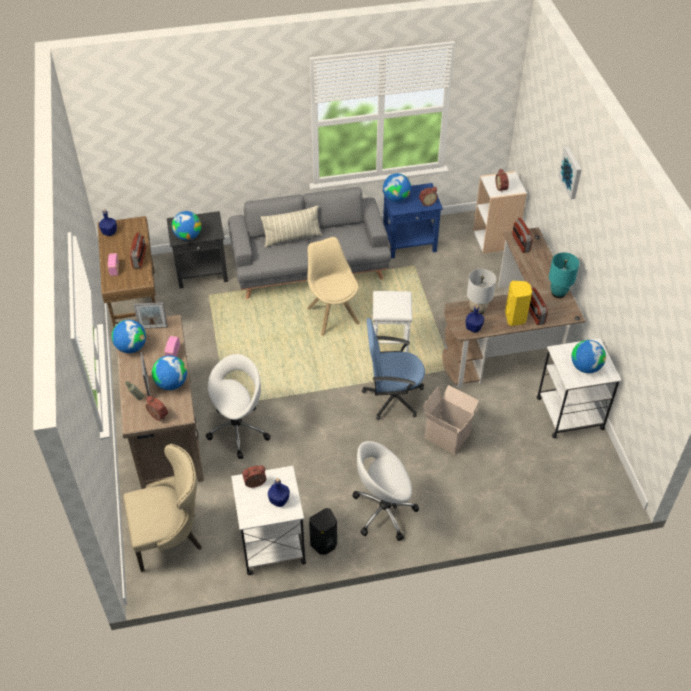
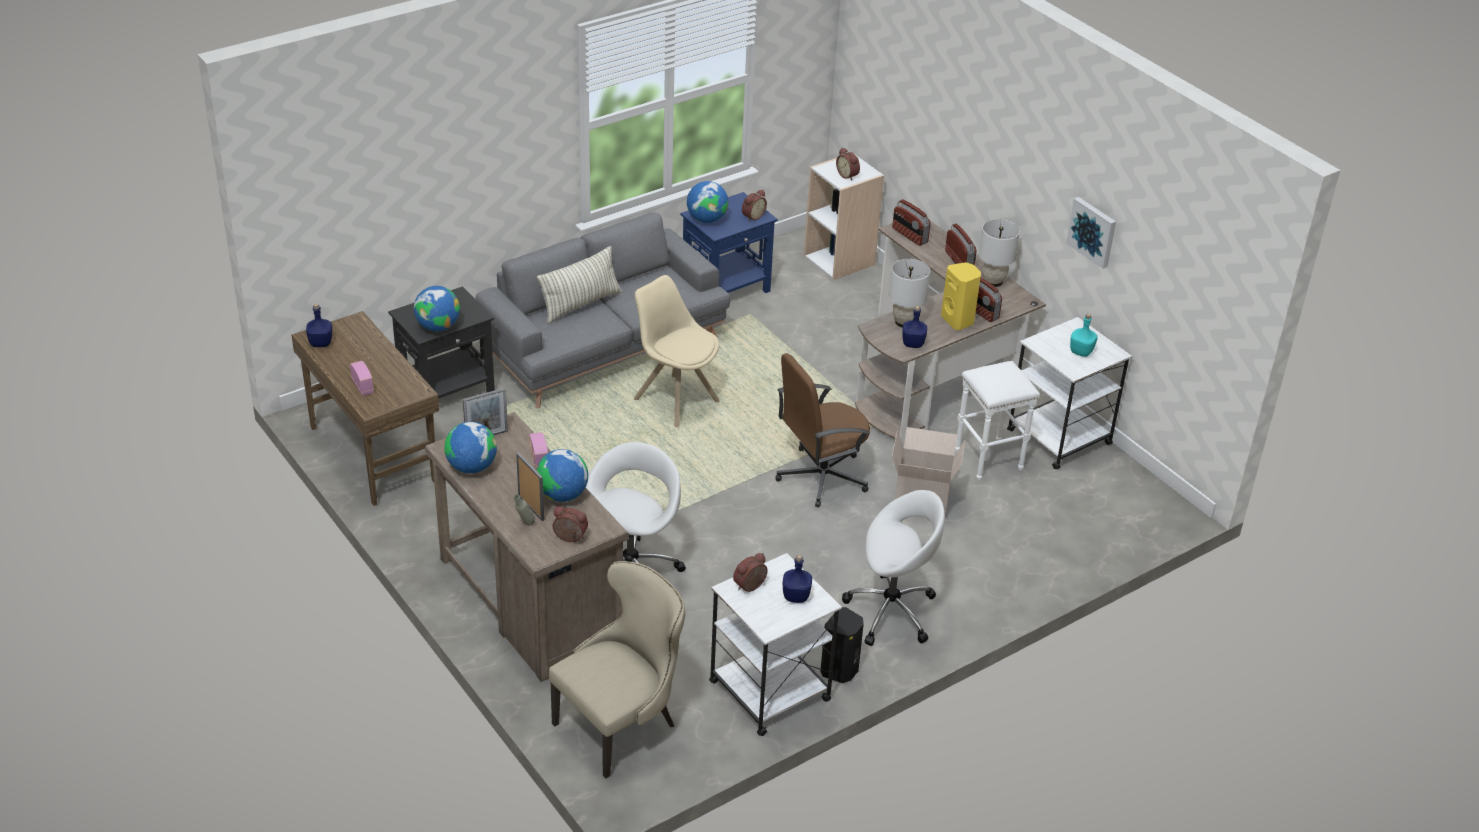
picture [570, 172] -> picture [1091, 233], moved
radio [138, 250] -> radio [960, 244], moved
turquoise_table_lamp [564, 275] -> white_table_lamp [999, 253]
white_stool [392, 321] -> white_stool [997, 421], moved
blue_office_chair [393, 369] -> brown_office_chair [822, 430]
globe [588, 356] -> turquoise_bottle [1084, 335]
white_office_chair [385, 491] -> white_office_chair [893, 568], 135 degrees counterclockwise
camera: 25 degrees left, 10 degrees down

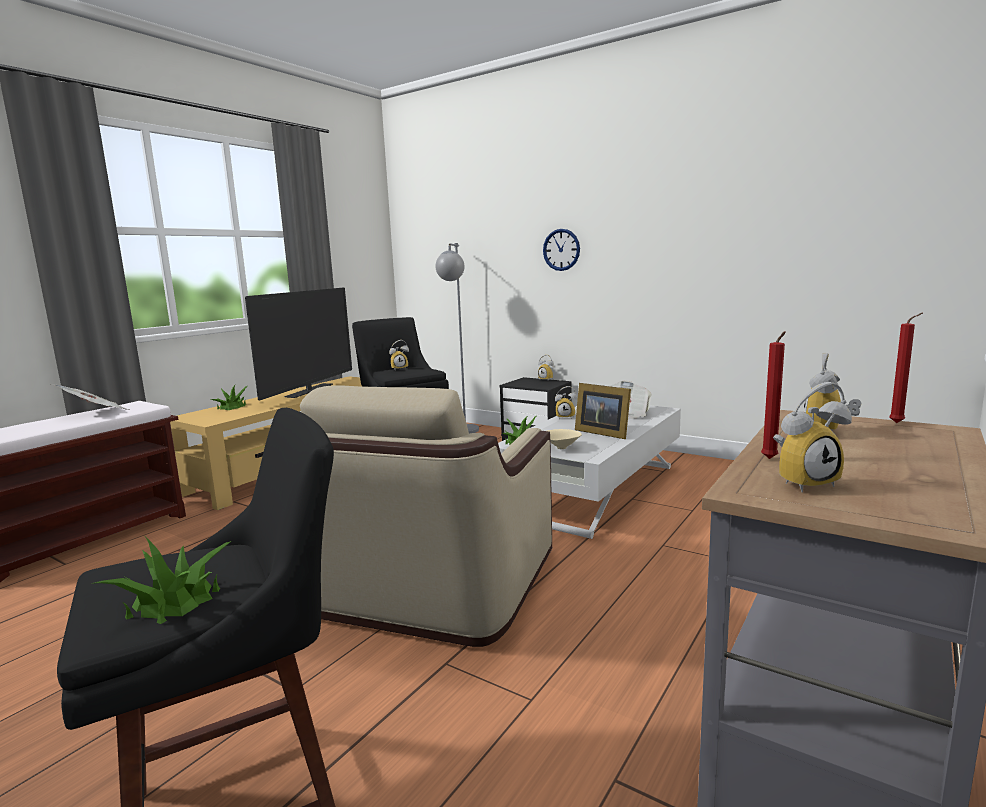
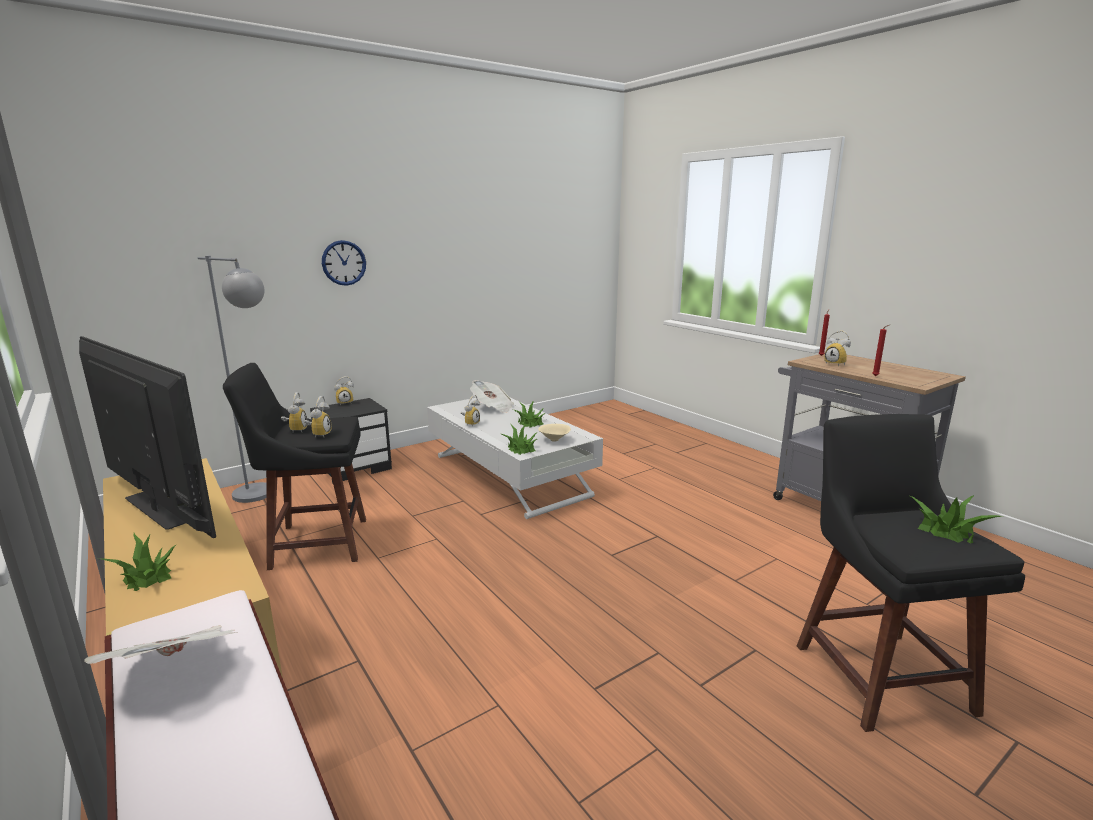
alarm_clock [812, 437] -> alarm_clock [318, 416], moved
picture_frame [603, 411] -> potted_plant [529, 414]
beige_armchair [410, 516] -> none
camera: 70 degrees left, 5 degrees up

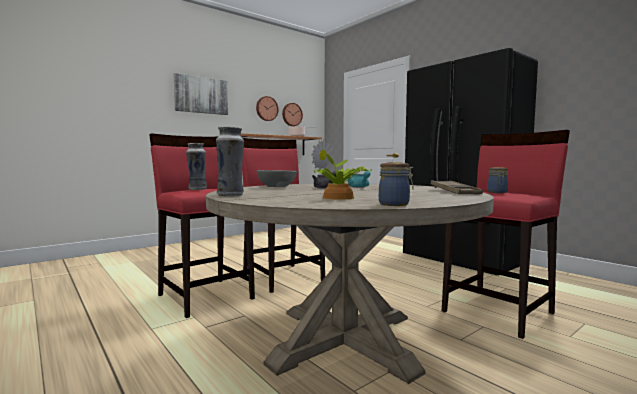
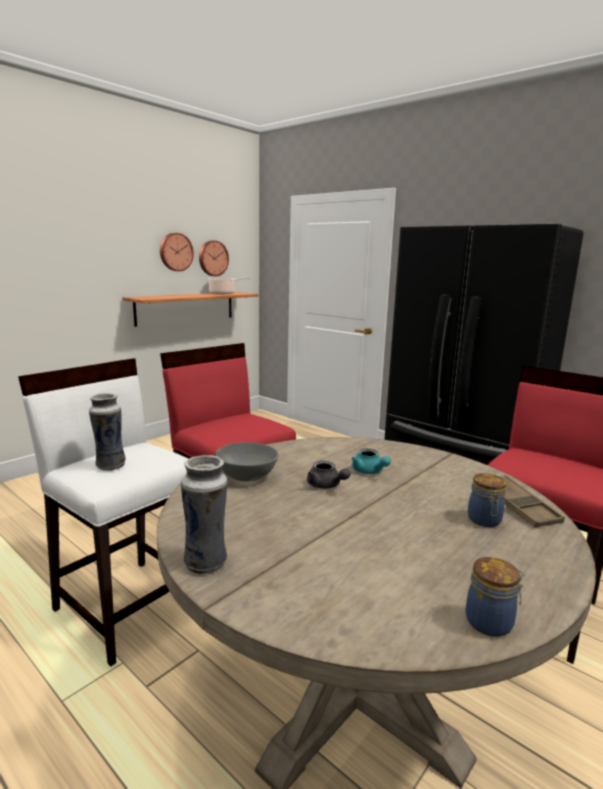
picture [201, 94] -> none
red_stool [202, 225] -> white_stool [103, 512]
potted_plant [341, 169] -> none
jar [497, 180] -> jar [487, 500], moved
camera: 10 degrees left, 10 degrees up

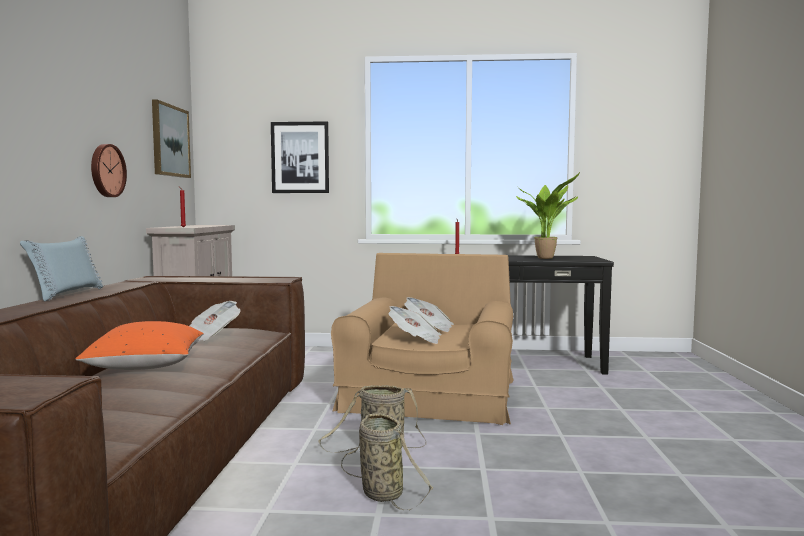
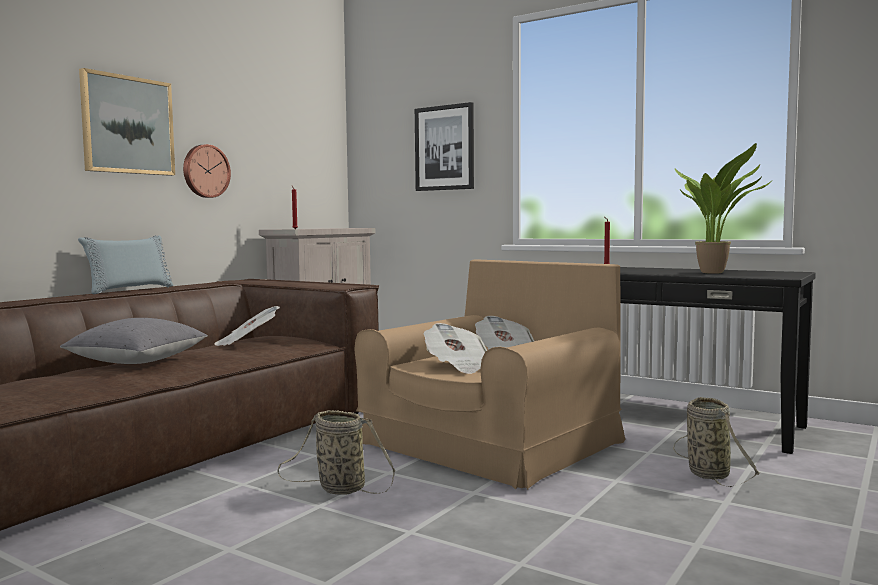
picture [171, 138] -> picture [127, 122], moved
orange_pillow [140, 345] -> grey_pillow [134, 341]
basket [387, 462] -> basket [716, 442], moved
camera: 30 degrees right, 0 degrees up

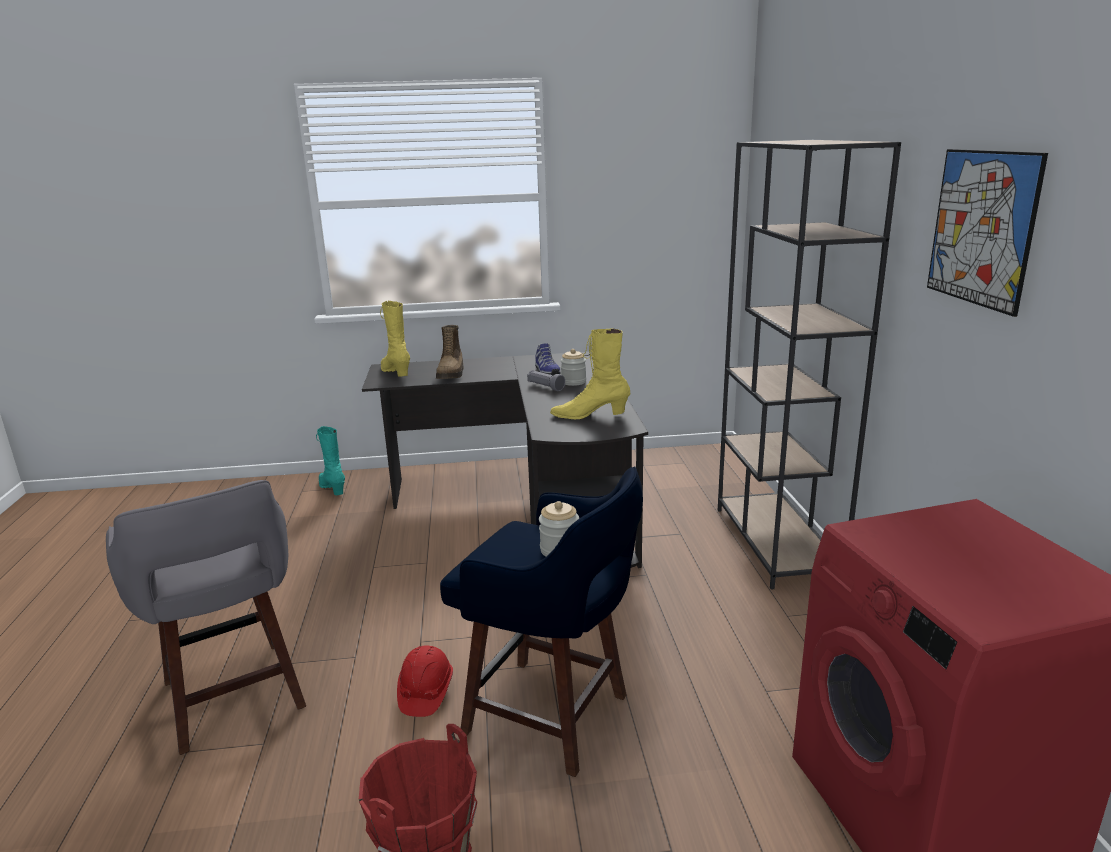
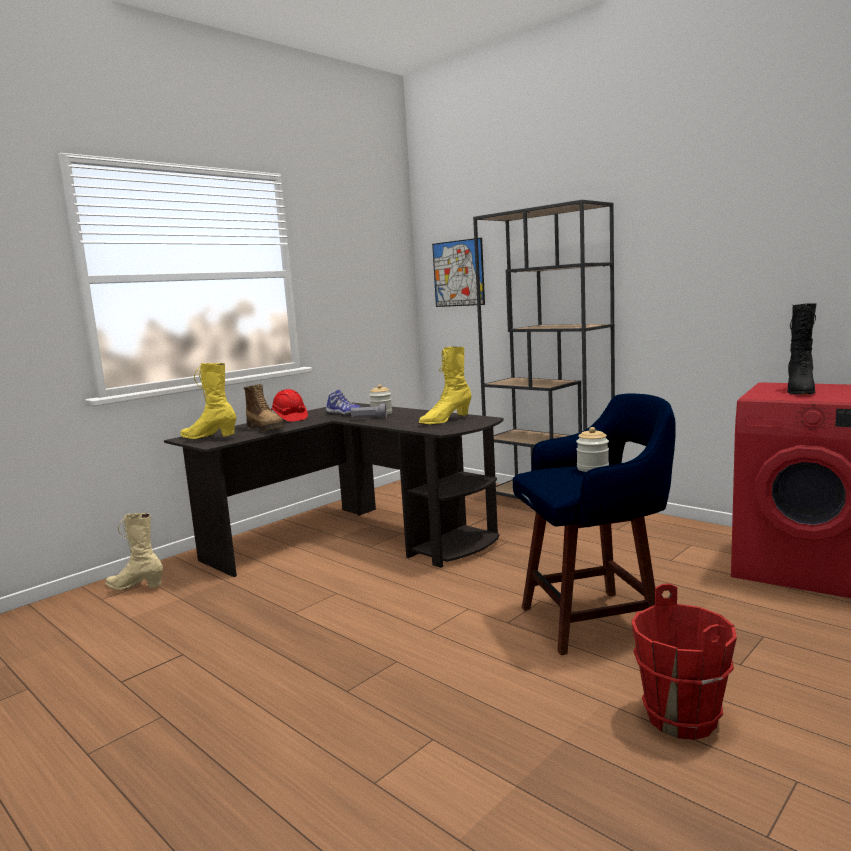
picture [987, 233] -> picture [458, 272], moved
turquoise_boot [330, 460] -> beige_boot [134, 551]
grey_stool [206, 617] -> none
red_hard_hat [425, 681] -> red_hard_hat [289, 405], moved
none -> black_boot [802, 349]
camera: 40 degrees left, 10 degrees down

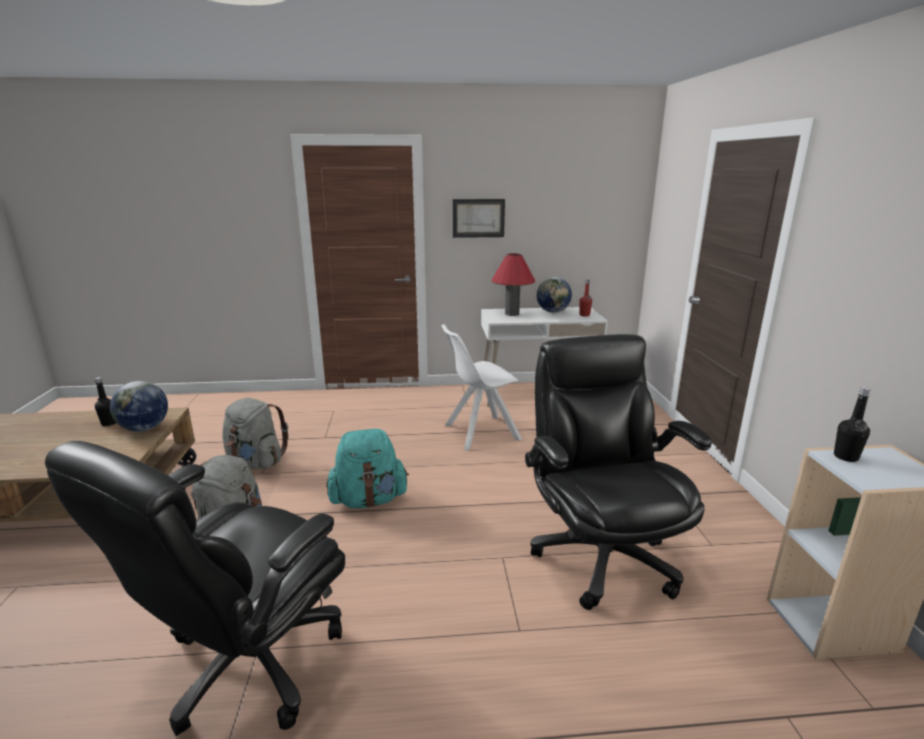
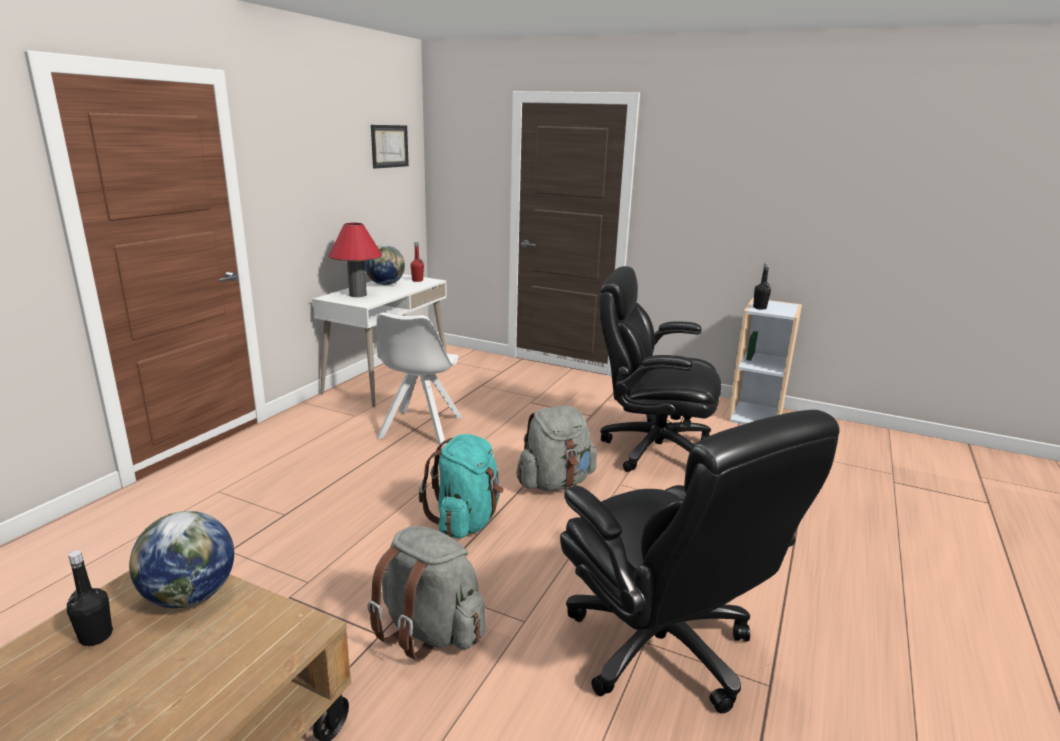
picture [479, 218] -> picture [390, 147], moved
grey_backpack [255, 433] -> grey_backpack [556, 448], moved
camera: 60 degrees left, 0 degrees up

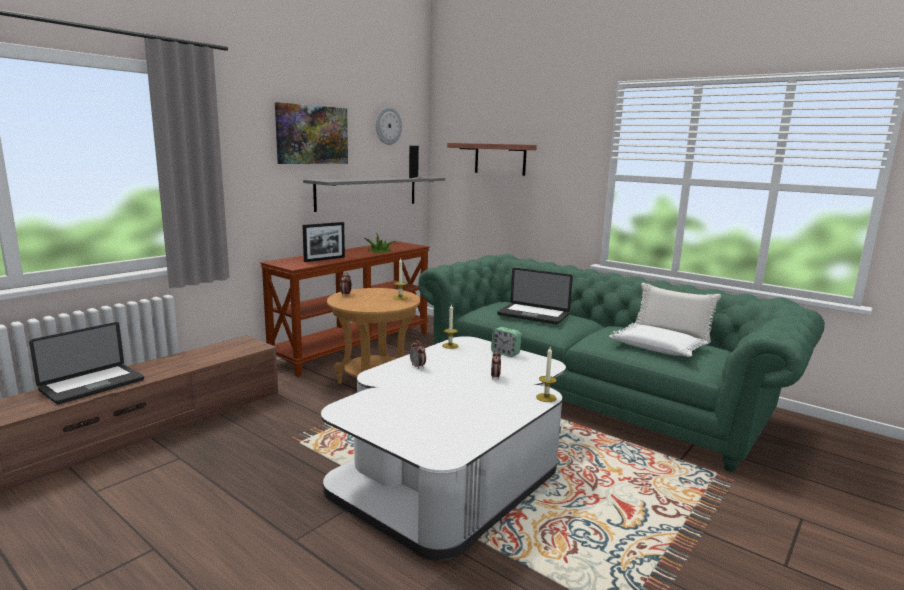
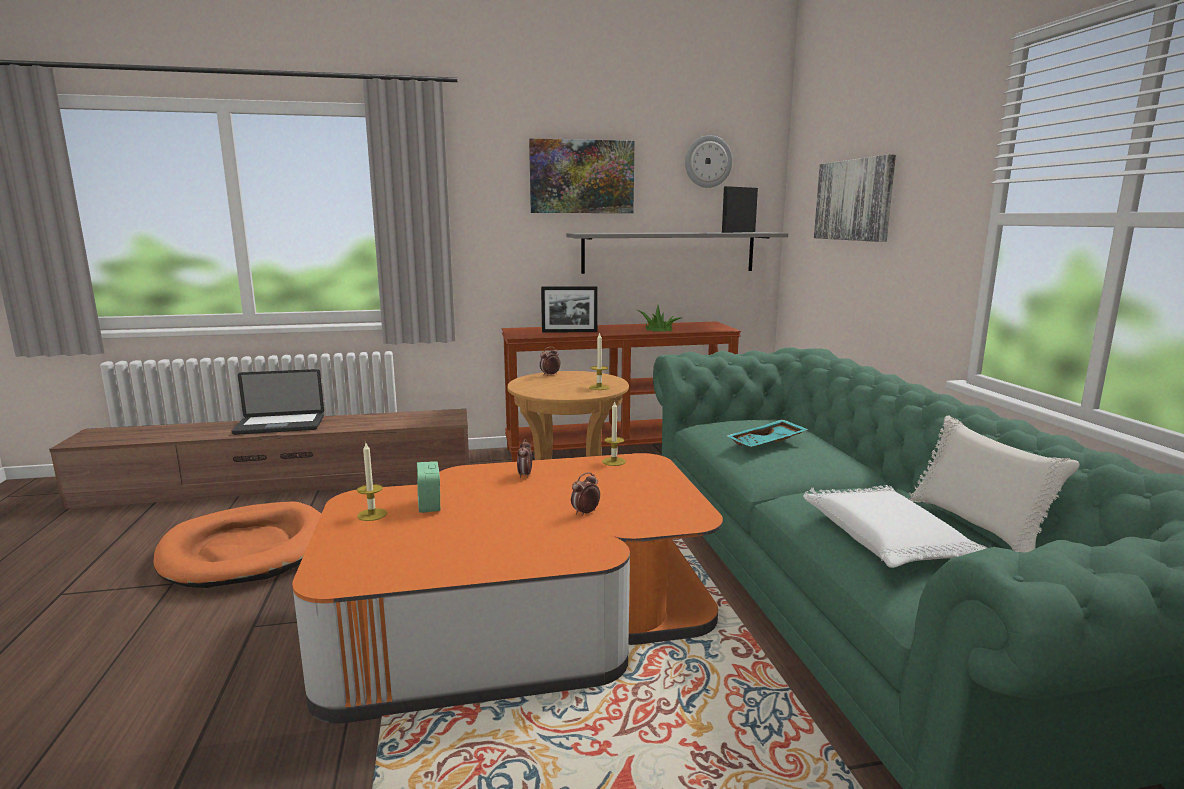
shelf [492, 159] -> picture [855, 198]
laptop [535, 296] -> turquoise_tray [768, 433]
alarm_clock [506, 342] -> alarm_clock [428, 487], moved
white_coffee_table [443, 448] -> orange_coffee_table [507, 588]
candle [546, 374] -> candle [372, 482], moved
none -> orange_dog_bed [237, 544]
camera: 40 degrees right, 0 degrees up

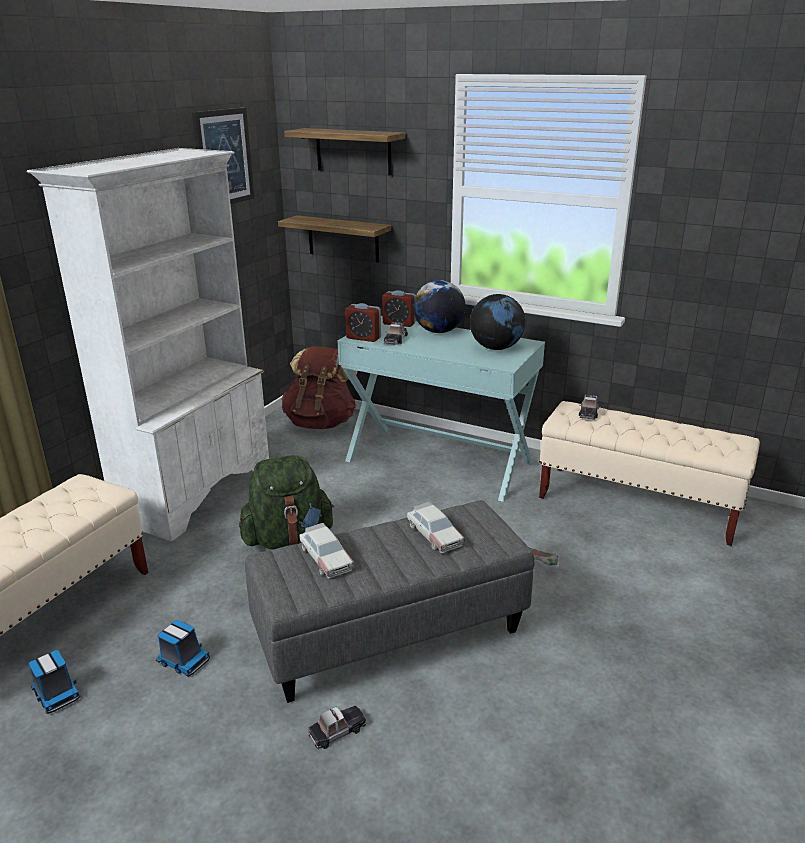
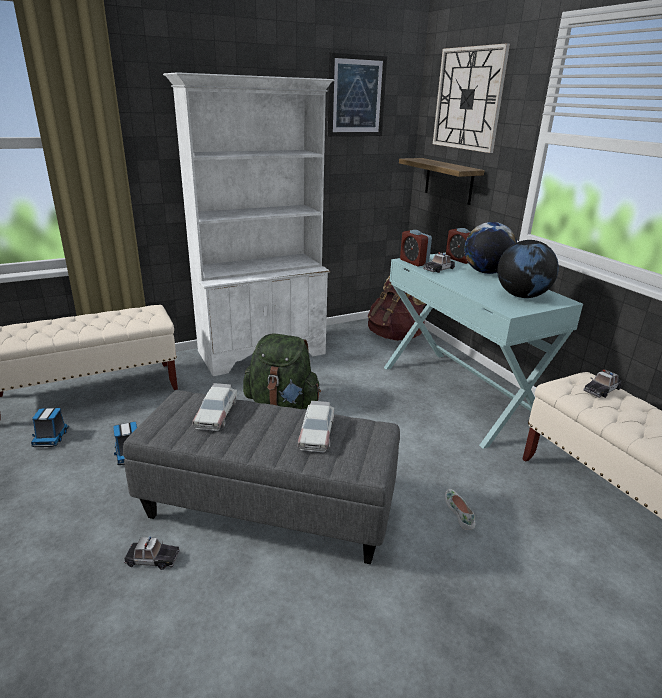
shelf [344, 151] -> wall_clock [471, 98]
camera: 35 degrees right, 0 degrees up

